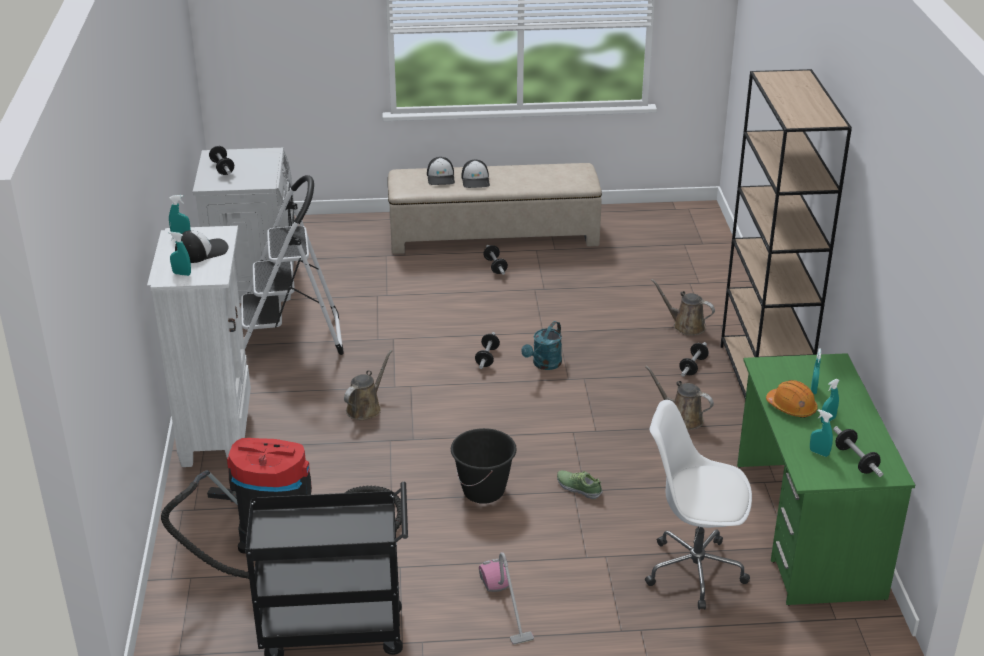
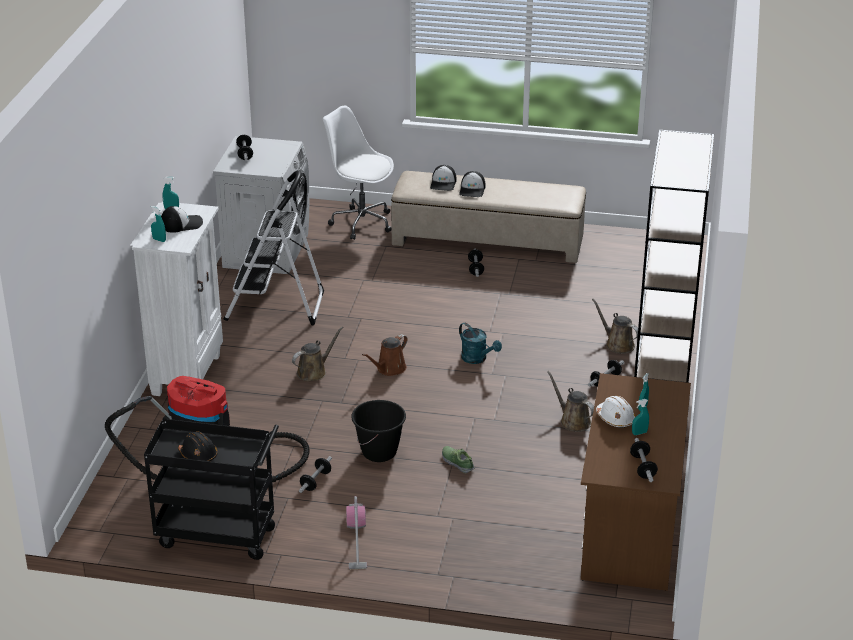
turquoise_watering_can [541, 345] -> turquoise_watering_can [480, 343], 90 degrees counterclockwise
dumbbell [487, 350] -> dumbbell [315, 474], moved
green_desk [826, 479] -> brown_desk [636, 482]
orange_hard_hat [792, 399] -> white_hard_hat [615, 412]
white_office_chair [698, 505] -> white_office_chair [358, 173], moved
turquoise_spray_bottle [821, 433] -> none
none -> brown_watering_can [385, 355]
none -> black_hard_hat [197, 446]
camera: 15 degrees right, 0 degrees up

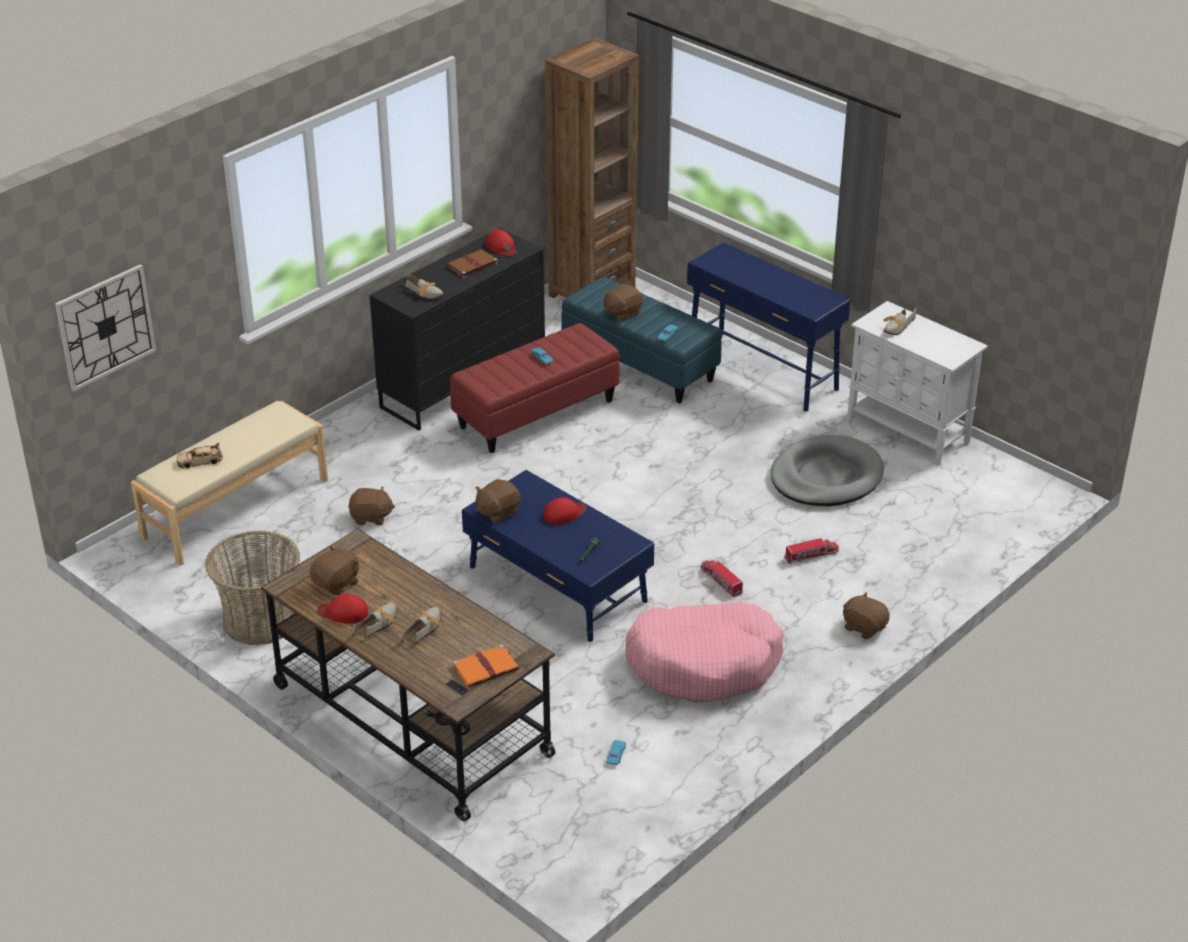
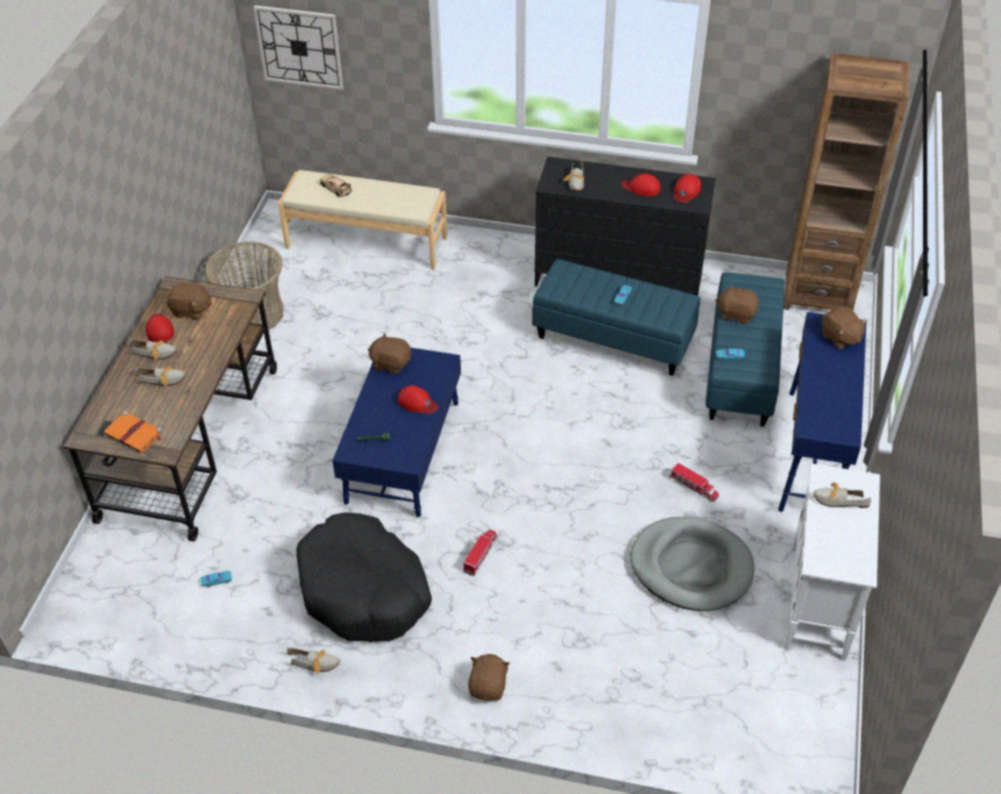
brown_book [472, 263] -> red_cap [641, 185]
red_ottoman [535, 388] -> blue_ottoman [616, 317]
brown_plush_toy [371, 505] -> brown_plush_toy [844, 328], moved
toy_truck [811, 551] -> toy_truck [694, 482], moved
pink_dog_bed [704, 652] -> black_dog_bed [364, 577]
none -> shoe [313, 661]
camera: 60 degrees right, 10 degrees up

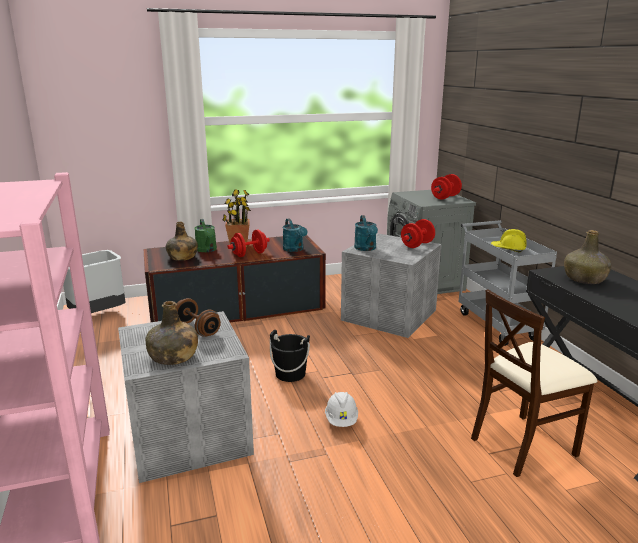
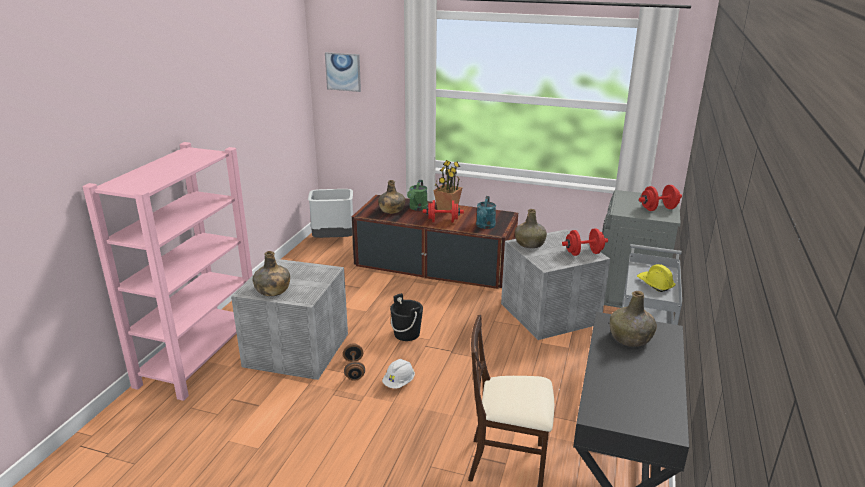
turquoise_watering_can [366, 233] -> green_bottle [531, 228]
brown_dumbbell [198, 317] -> brown_dumbbell [354, 362], moved
none -> picture [343, 72]
camera: 35 degrees right, 5 degrees up

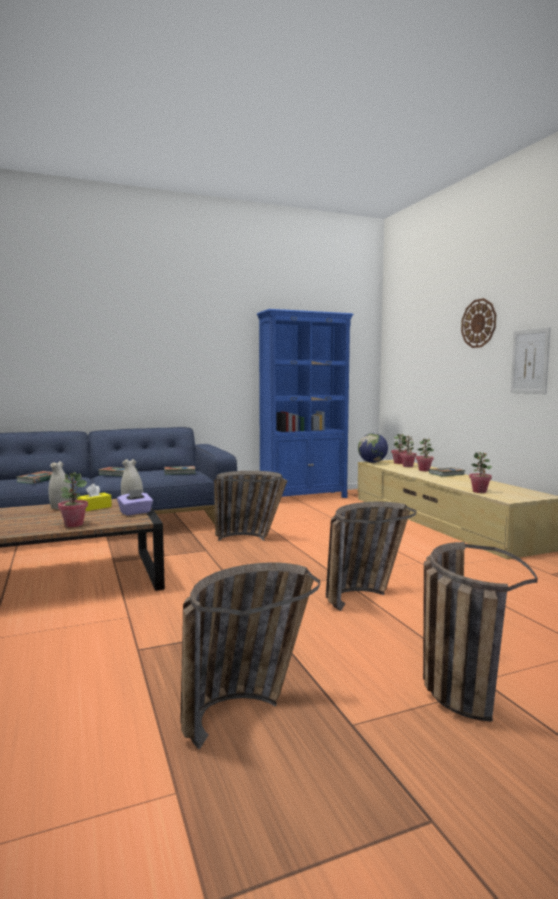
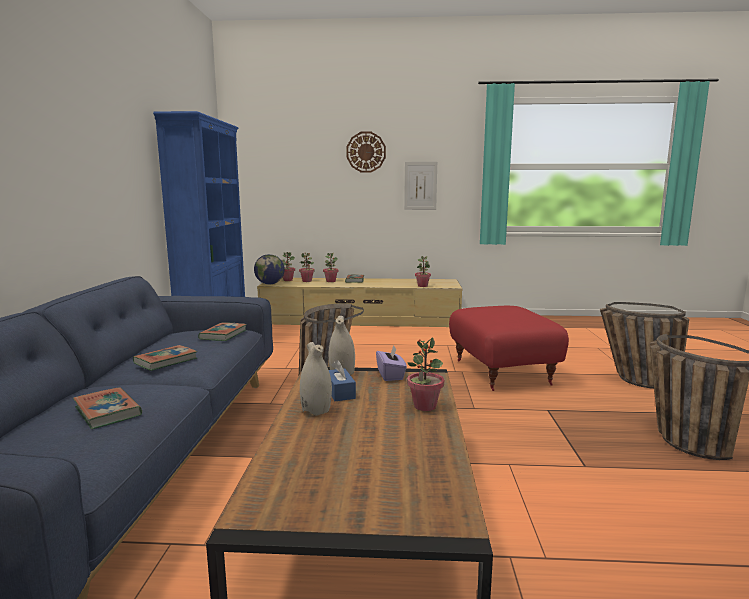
yellow_tissue_box [94, 497] -> blue_tissue_box [342, 380]
basket [371, 556] -> red_ottoman [509, 348]
camera: 65 degrees left, 5 degrees up

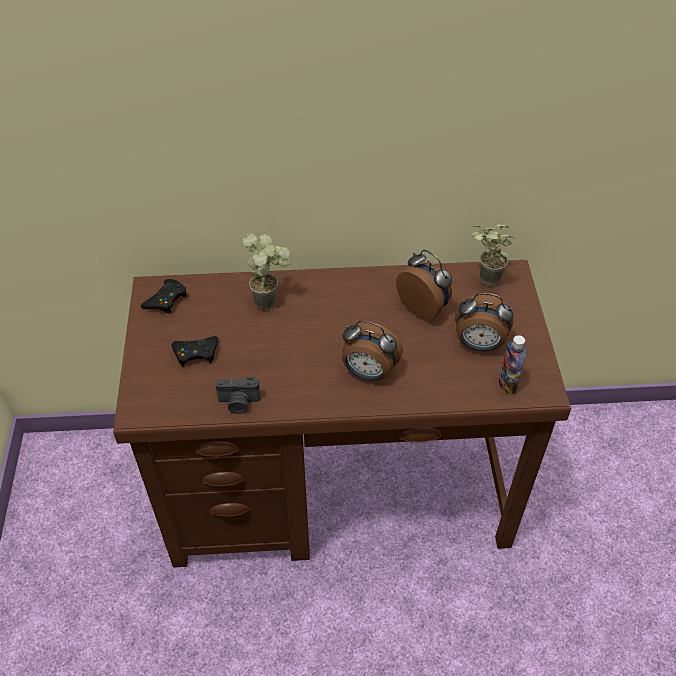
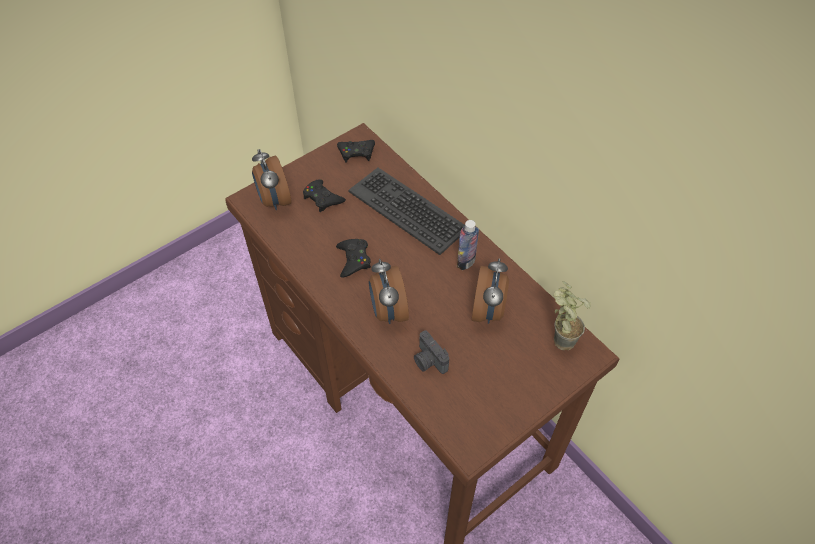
potted_plant [266, 272] -> keyboard [406, 211]
alarm_clock [484, 322] -> alarm_clock [271, 179], moved
bottle [512, 364] -> bottle [468, 245], moved
photo_camera [238, 395] -> photo_camera [431, 352], moved
none -> black_game_controller [353, 258]
camera: 55 degrees right, 5 degrees up

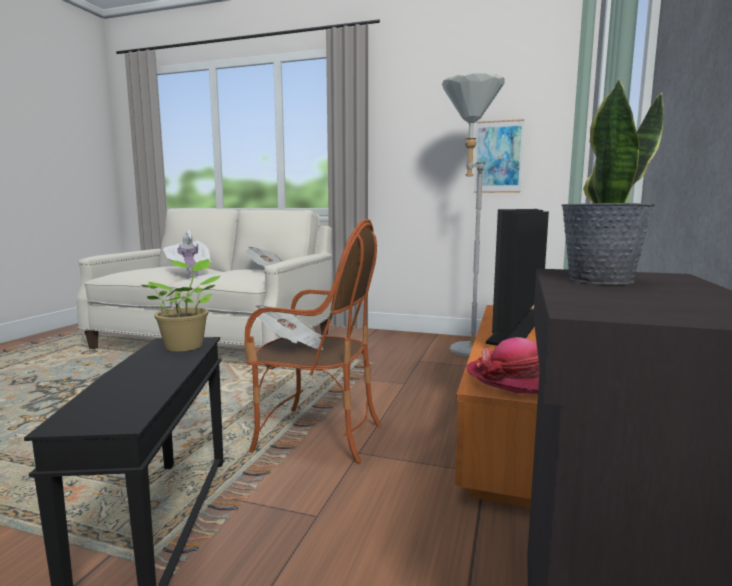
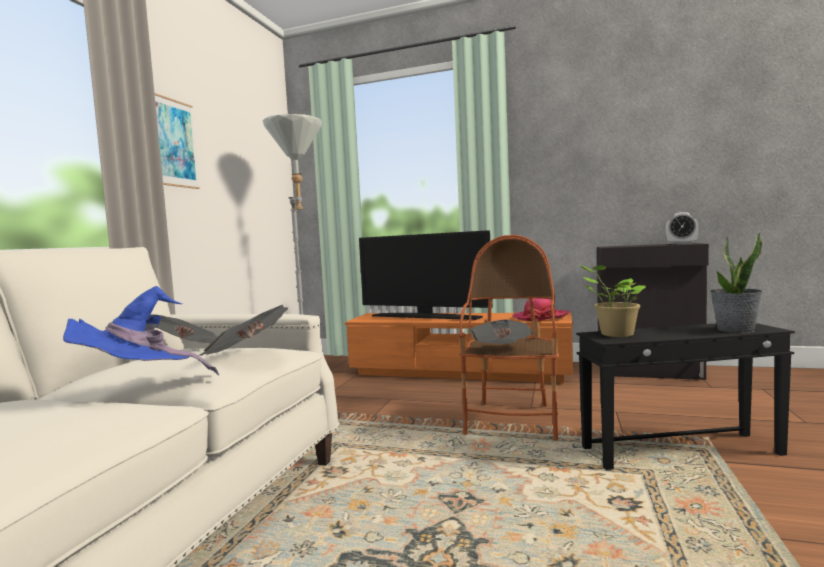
potted_plant [613, 181] -> potted_plant [736, 282], moved
picture [499, 156] -> picture [177, 141], moved
white_hat [187, 253] -> blue_hat [141, 331]
none -> alarm_clock [682, 228]
none -> newspaper [244, 330]
camera: 90 degrees left, 5 degrees down

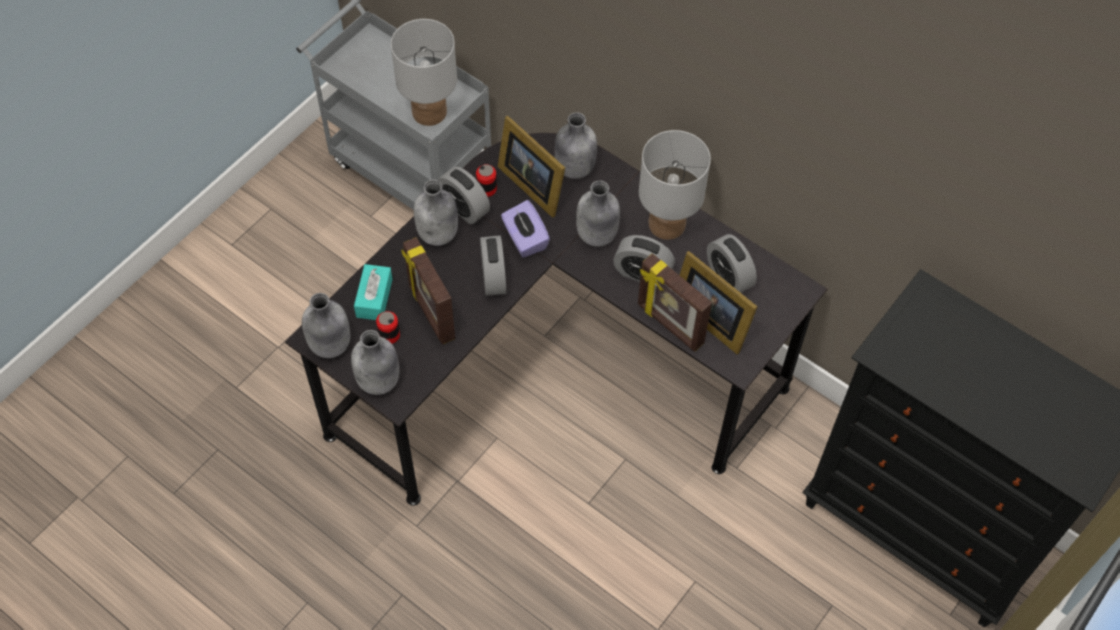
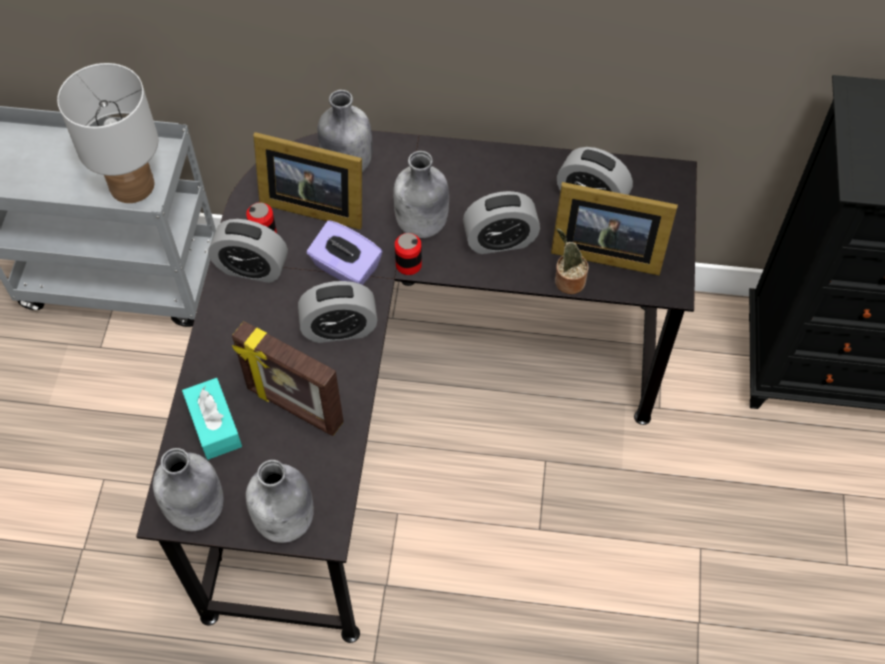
grey_table_lamp [675, 185] -> none
grey_bottle [436, 213] -> none
alarm_clock [493, 265] -> alarm_clock [337, 312], 120 degrees clockwise
picture_frame [675, 302] -> potted_plant [571, 262]
can [388, 327] -> can [408, 254], moved
camera: 30 degrees left, 0 degrees up

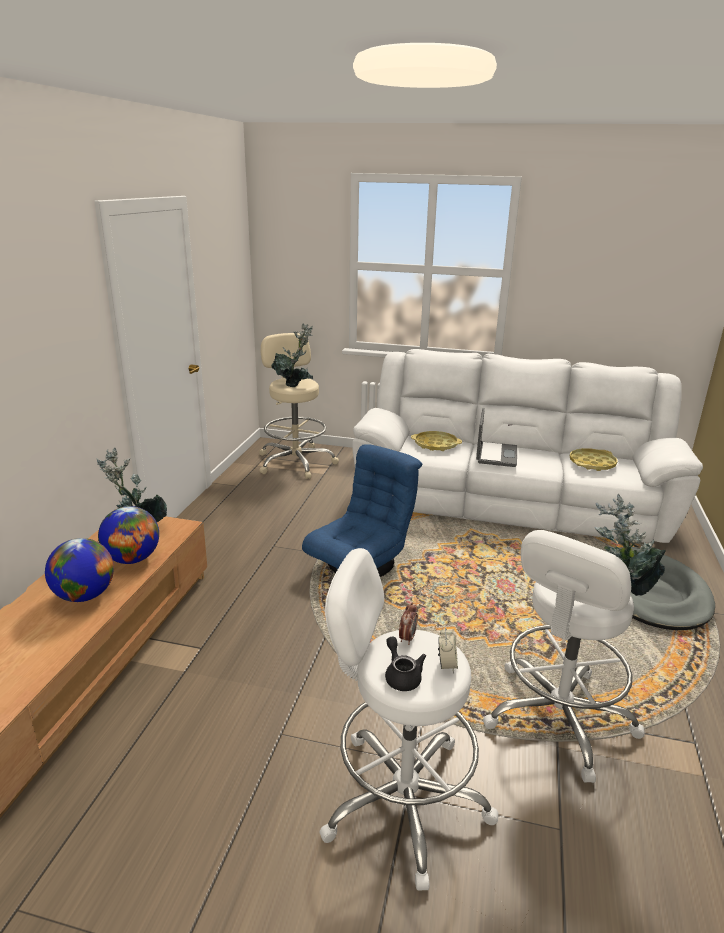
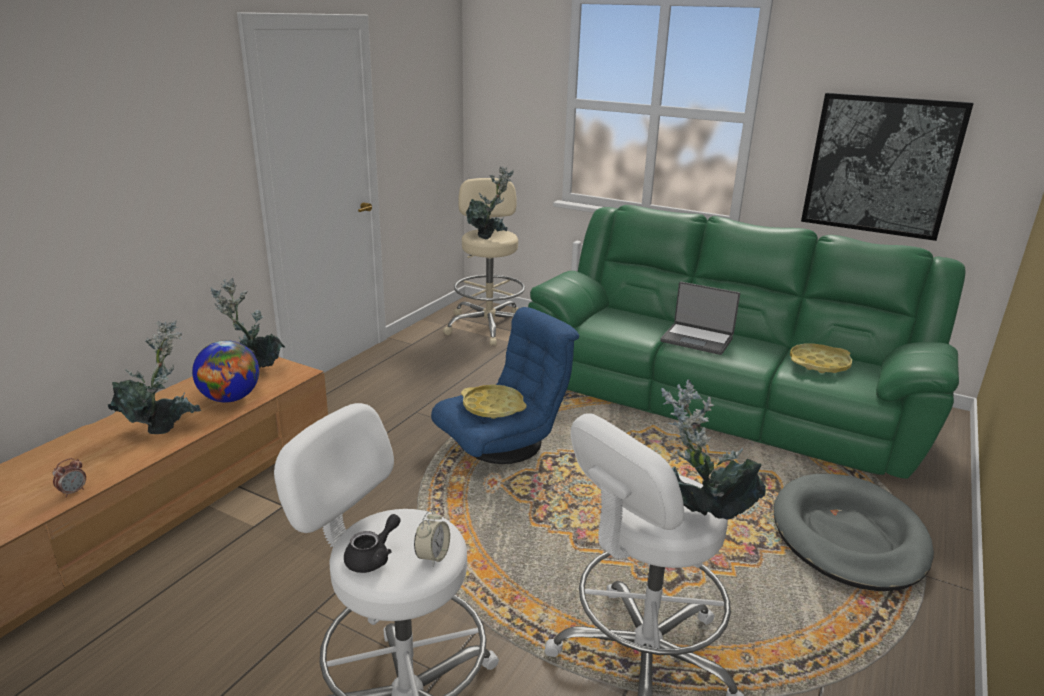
white_sofa [527, 446] -> green_sofa [747, 342]
laptop [496, 437] -> laptop [700, 318], 90 degrees clockwise
yellow_tray [436, 441] -> yellow_tray [493, 402], moved
globe [79, 570] -> potted_plant [154, 377]
alarm_clock [408, 623] -> alarm_clock [69, 477], moved
black_teapot [405, 663] -> black_teapot [372, 543], 45 degrees clockwise
none -> picture [887, 167]
camera: 15 degrees right, 0 degrees up

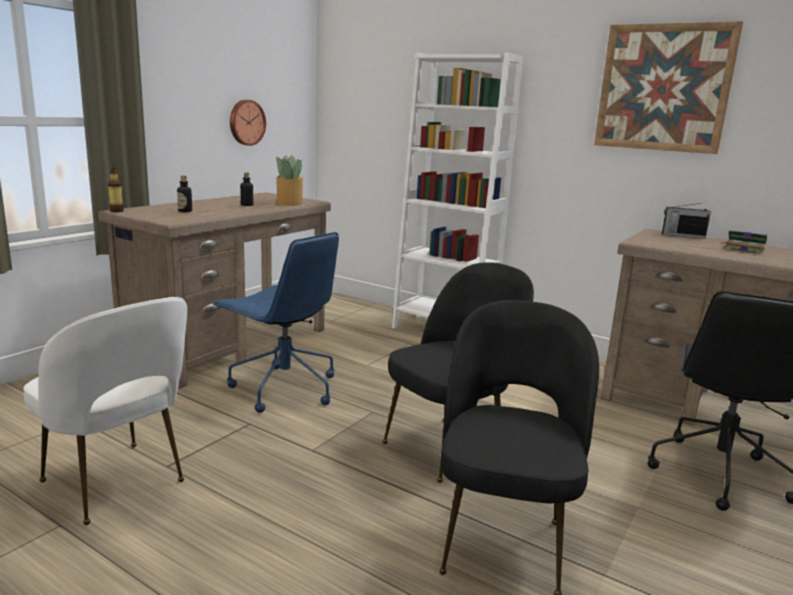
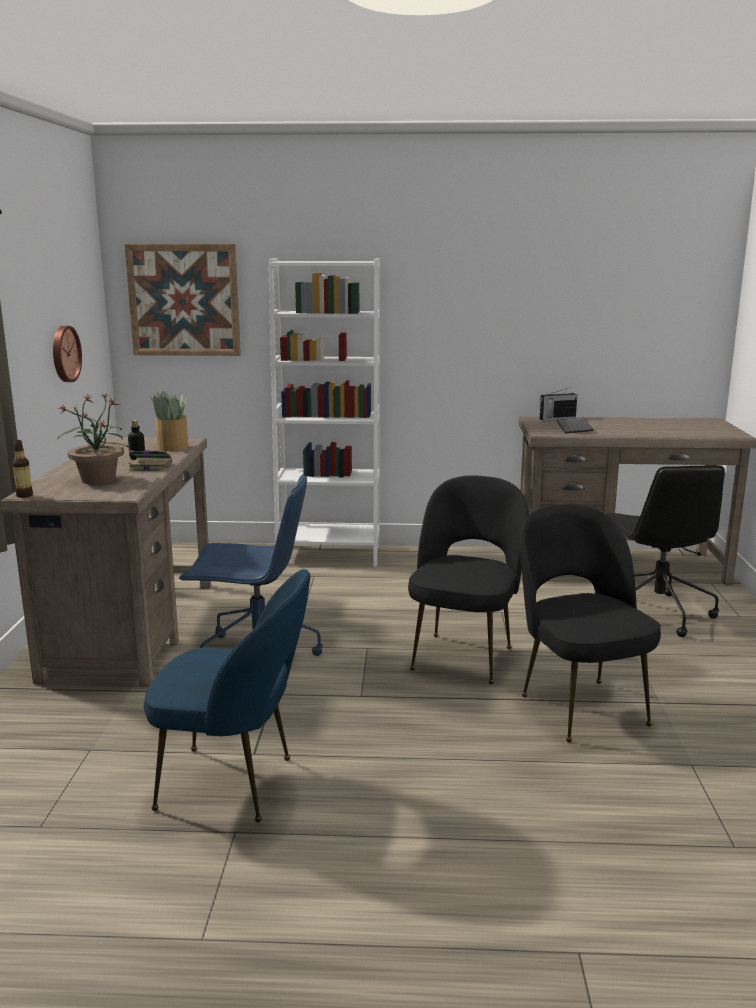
picture [668, 87] -> picture [182, 300], moved
bottle [184, 194] -> potted_plant [93, 438]
book [743, 242] -> book [150, 460], moved
white_chair [105, 411] -> blue_chair [227, 696]
none -> keyboard [575, 426]
camera: 30 degrees left, 0 degrees up

